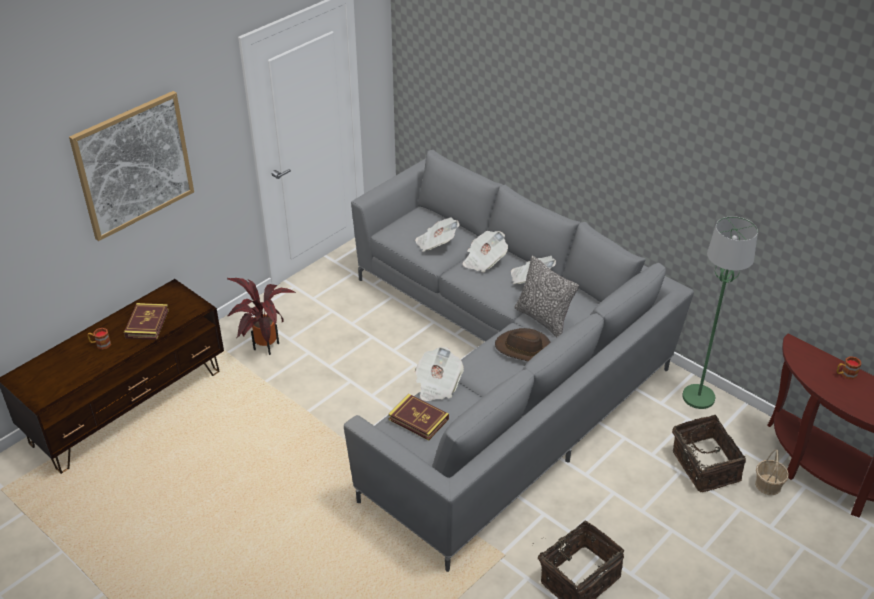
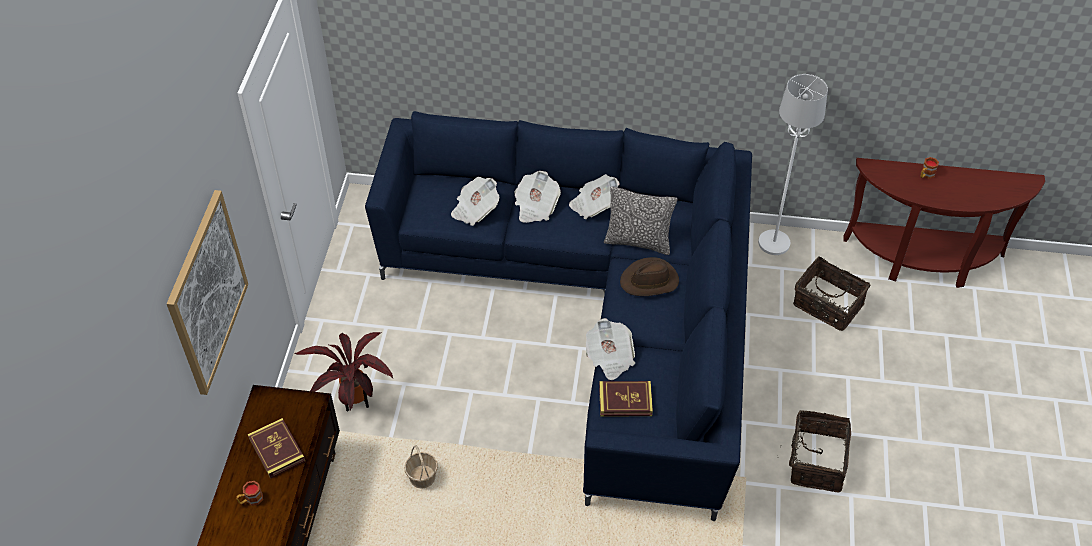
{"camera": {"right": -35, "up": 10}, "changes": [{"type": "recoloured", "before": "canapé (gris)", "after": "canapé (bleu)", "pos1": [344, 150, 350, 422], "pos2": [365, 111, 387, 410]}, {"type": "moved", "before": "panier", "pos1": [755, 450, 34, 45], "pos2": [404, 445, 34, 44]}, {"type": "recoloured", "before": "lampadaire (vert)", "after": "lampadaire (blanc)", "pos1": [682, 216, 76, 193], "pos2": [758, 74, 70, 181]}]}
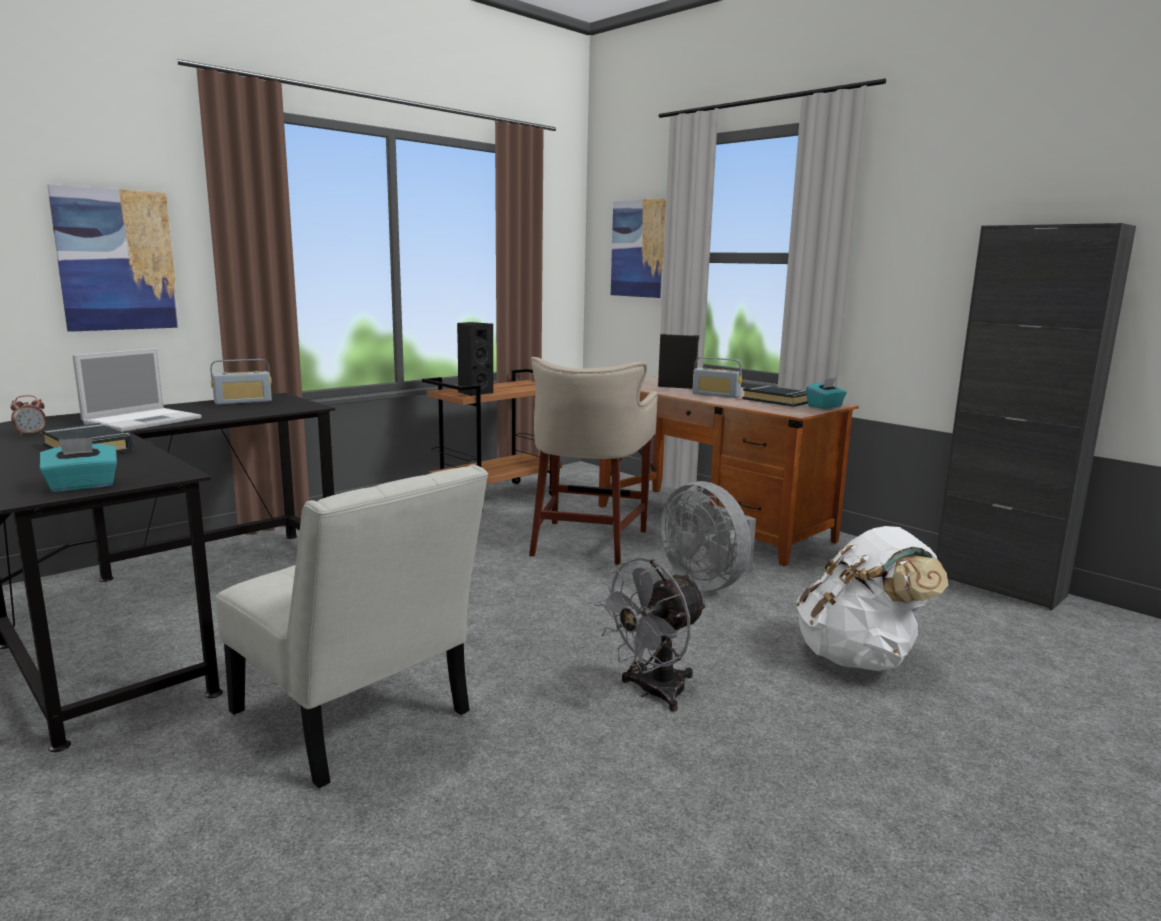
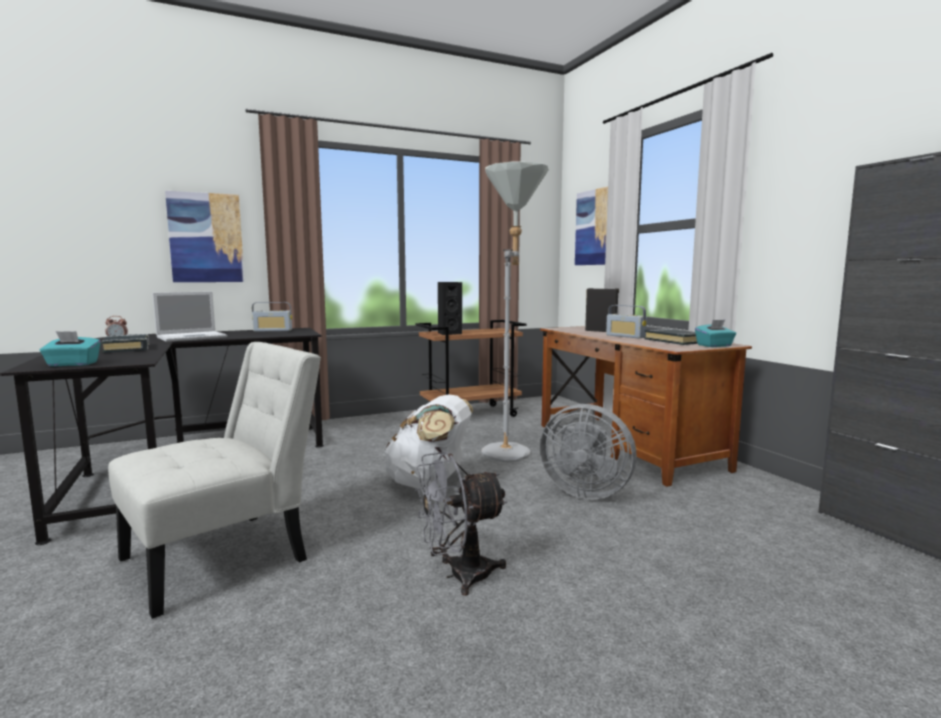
{"camera": {"right": 20, "up": -5}, "changes": [{"type": "turned", "before": "chaise (blanc)", "pos1": [216, 464, 272, 324], "pos2": [108, 342, 213, 277], "turn": -105}, {"type": "moved", "before": "sac à dos (blanc)", "pos1": [796, 526, 153, 145], "pos2": [383, 394, 90, 97]}, {"type": "replaced", "before": "tabouret (beige)", "after": "lampadaire (gris)", "pos1": [529, 357, 129, 208], "pos2": [481, 161, 68, 301]}, {"type": "turned", "before": "ventilateur (gris)", "pos1": [661, 481, 95, 110], "pos2": [540, 404, 97, 96], "turn": -45}]}
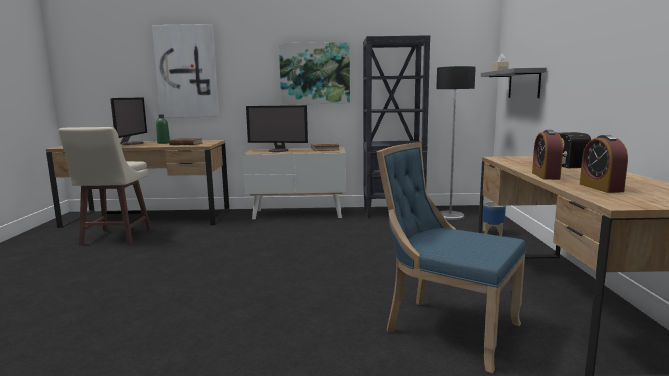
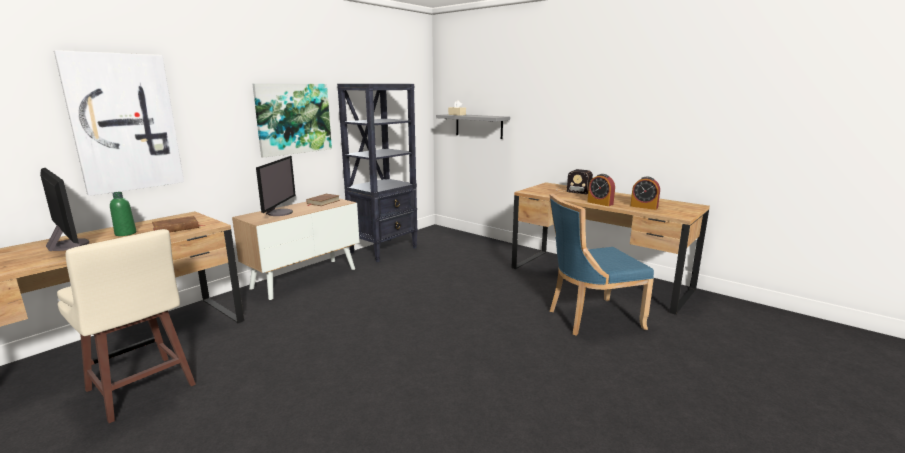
{"camera": {"right": -50, "up": 5}, "changes": [{"type": "turned", "before": "écran d'ordinateur", "pos1": [246, 105, 62, 47], "pos2": [256, 156, 40, 60], "turn": -45}, {"type": "removed", "before": "lampadaire", "pos1": [436, 66, 40, 154]}, {"type": "removed", "before": "cache-pot", "pos1": [482, 202, 24, 34]}]}
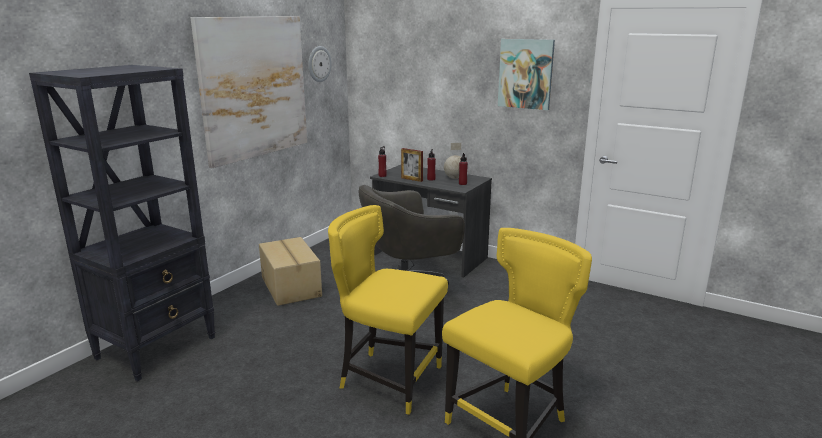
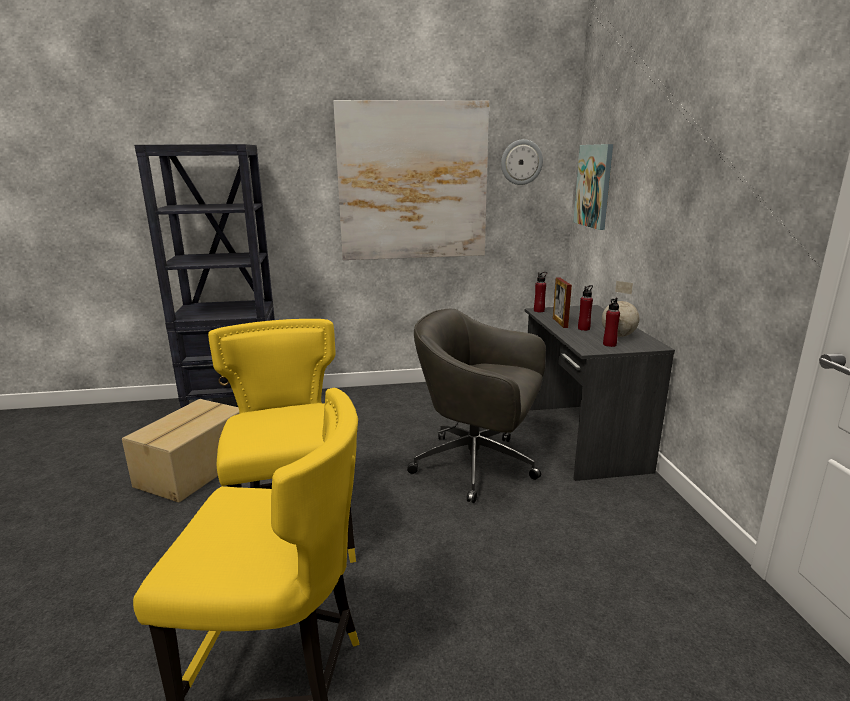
{"camera": {"right": 50, "up": 0}, "changes": [{"type": "moved", "before": "carton", "pos1": [259, 237, 63, 69], "pos2": [122, 399, 117, 104]}, {"type": "moved", "before": "tableau", "pos1": [498, 39, 57, 71], "pos2": [573, 144, 40, 86]}]}
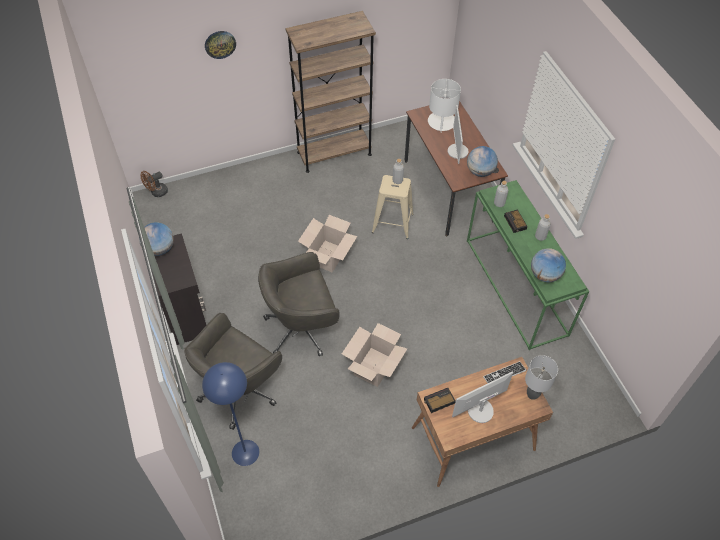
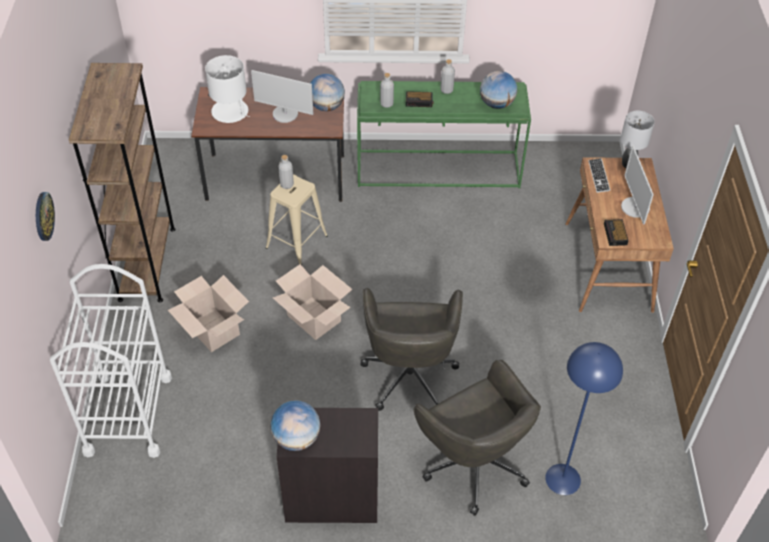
{"camera": {"right": -70, "up": -5}, "changes": [{"type": "added", "after": "chariot (blanc)", "pos2": [50, 264, 122, 194]}, {"type": "moved", "before": "carton", "pos1": [342, 323, 65, 64], "pos2": [168, 275, 81, 77]}, {"type": "removed", "before": "ventilateur (marron)", "pos1": [141, 171, 27, 26]}]}
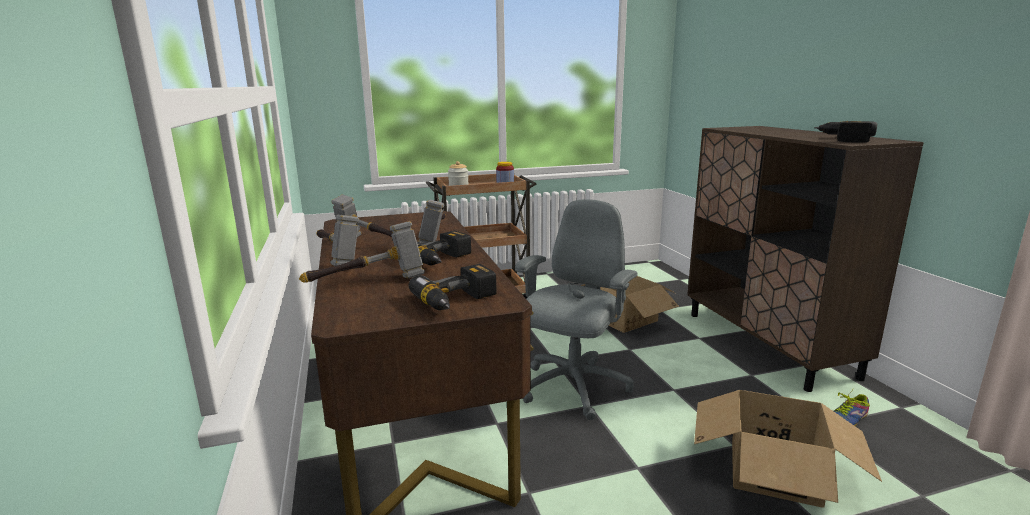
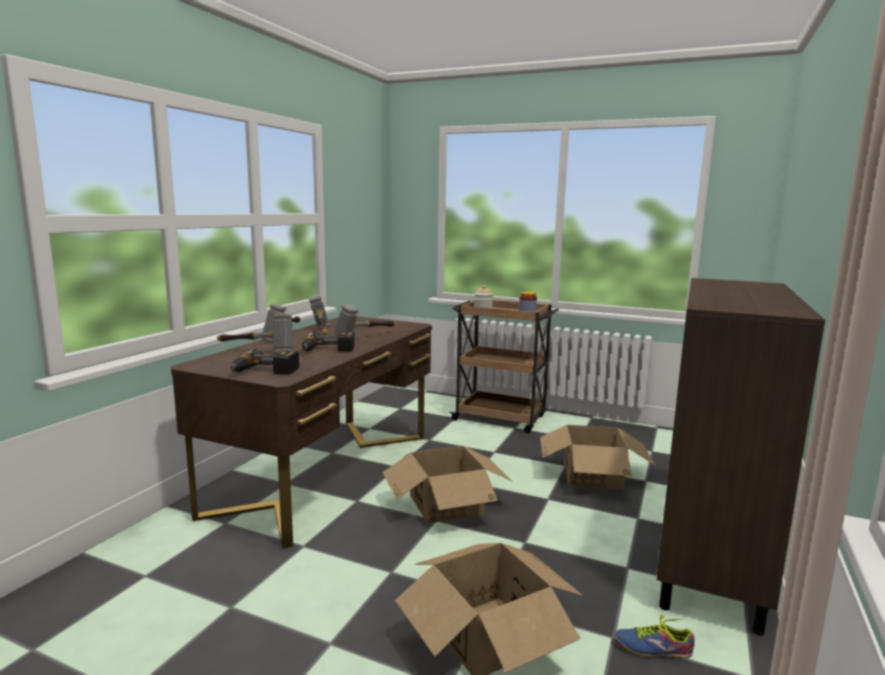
{"camera": {"right": 40, "up": -5}, "changes": [{"type": "replaced", "before": "chaise de bureau (gris)", "after": "carton", "pos1": [515, 199, 123, 221], "pos2": [382, 446, 131, 78]}, {"type": "removed", "before": "perceuse", "pos1": [814, 121, 63, 22]}]}
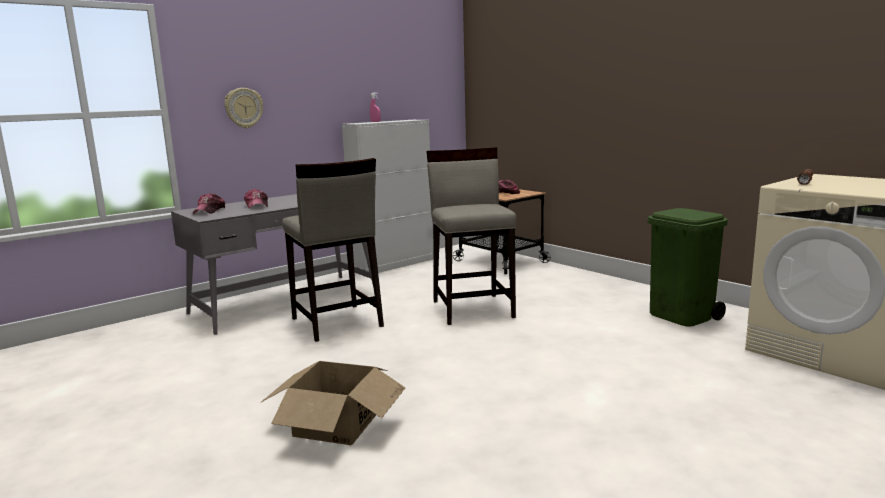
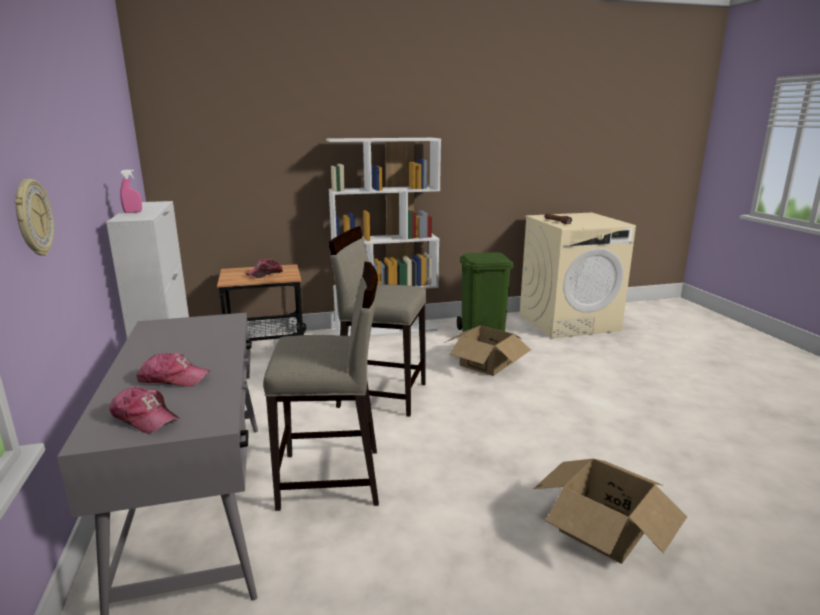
{"camera": {"right": -65, "up": 5}, "changes": [{"type": "added", "after": "bibliothèque (blanc)", "pos2": [326, 138, 115, 199]}, {"type": "added", "after": "carton", "pos2": [444, 326, 87, 50]}]}
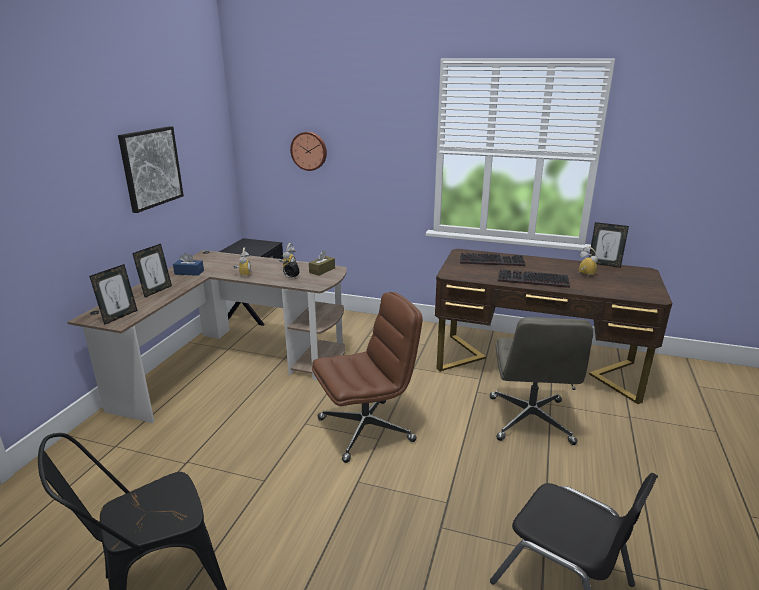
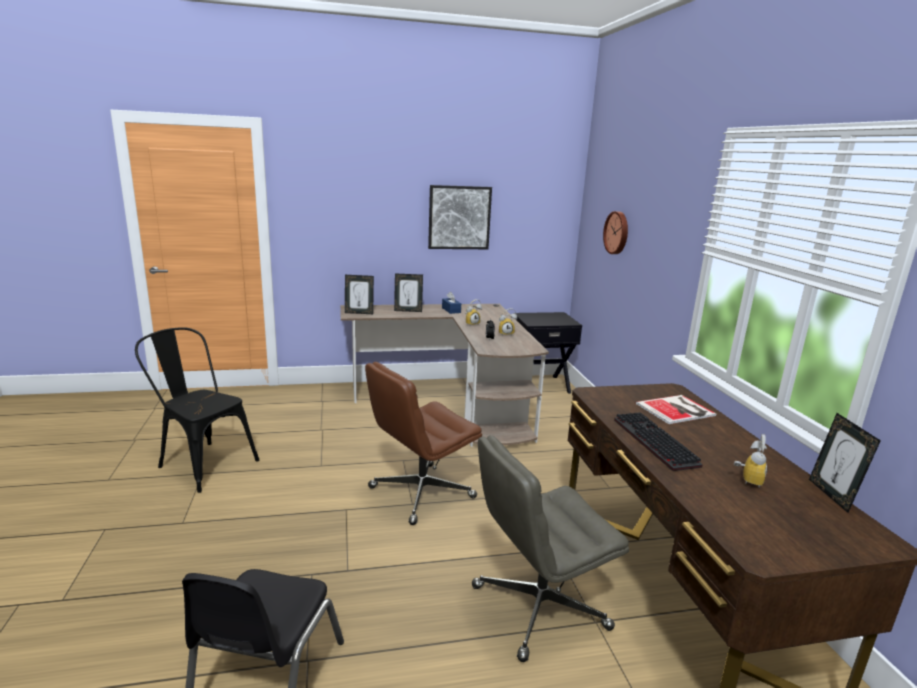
{"camera": {"right": 60, "up": -5}, "changes": [{"type": "turned", "before": "chaise de bureau (marron)", "pos1": [312, 292, 111, 171], "pos2": [365, 362, 117, 163], "turn": 105}, {"type": "replaced", "before": "clavier", "after": "livre", "pos1": [460, 253, 65, 13], "pos2": [636, 395, 80, 29]}, {"type": "removed", "before": "boîte à mouchoirs (marron)", "pos1": [309, 250, 26, 26]}]}
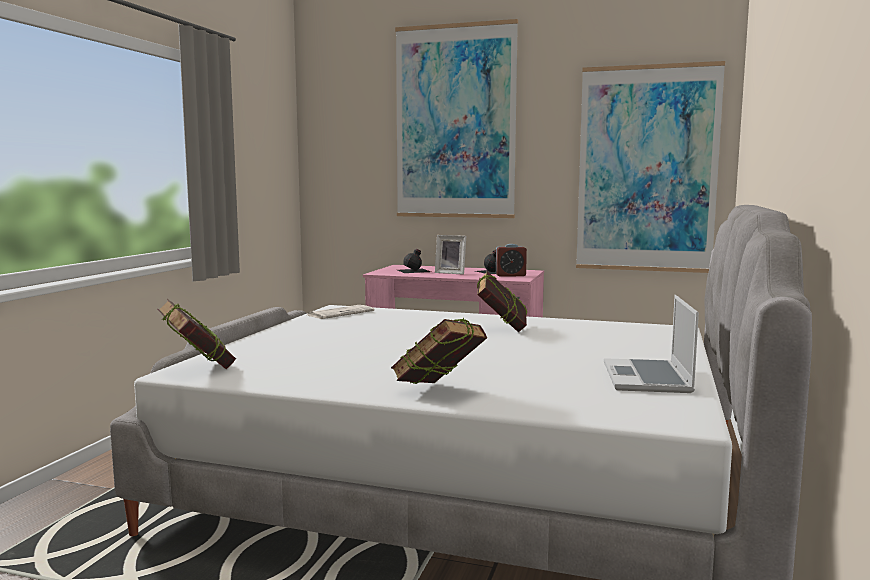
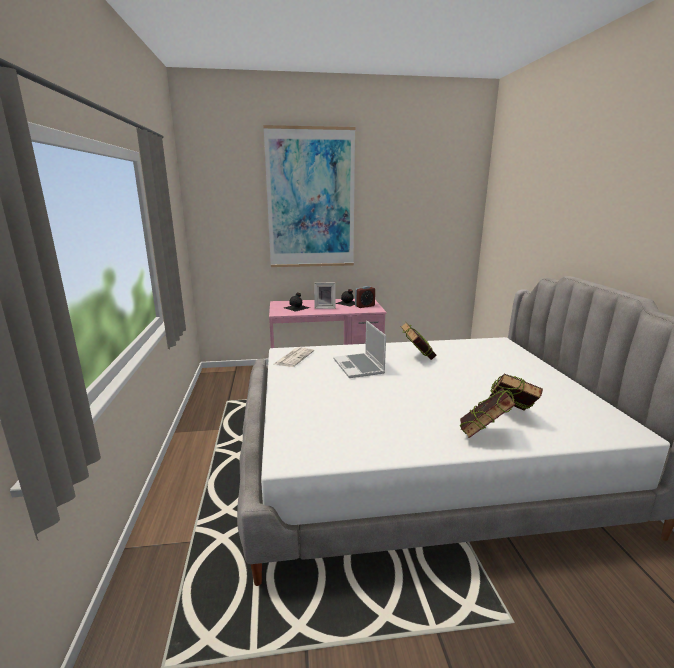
{"camera": {"right": -25, "up": 10}, "changes": [{"type": "moved", "before": "ordinateur portable", "pos1": [604, 295, 95, 98], "pos2": [333, 321, 53, 57]}, {"type": "moved", "before": "livre", "pos1": [157, 299, 79, 70], "pos2": [490, 374, 53, 36]}, {"type": "removed", "before": "tableau", "pos1": [576, 61, 149, 212]}]}
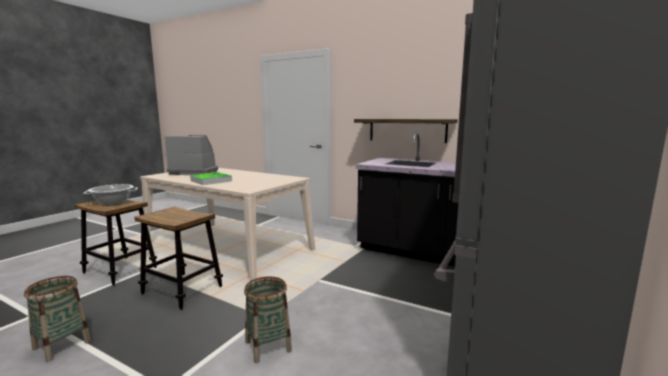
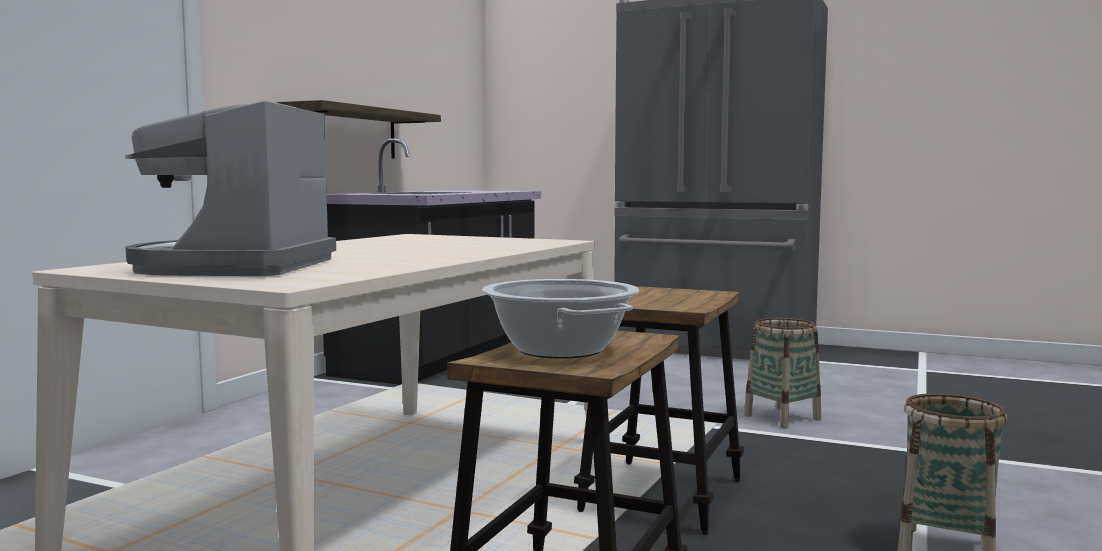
{"camera": {"right": -95, "up": -5}, "changes": [{"type": "removed", "before": "plateau", "pos1": [190, 172, 42, 13]}]}
